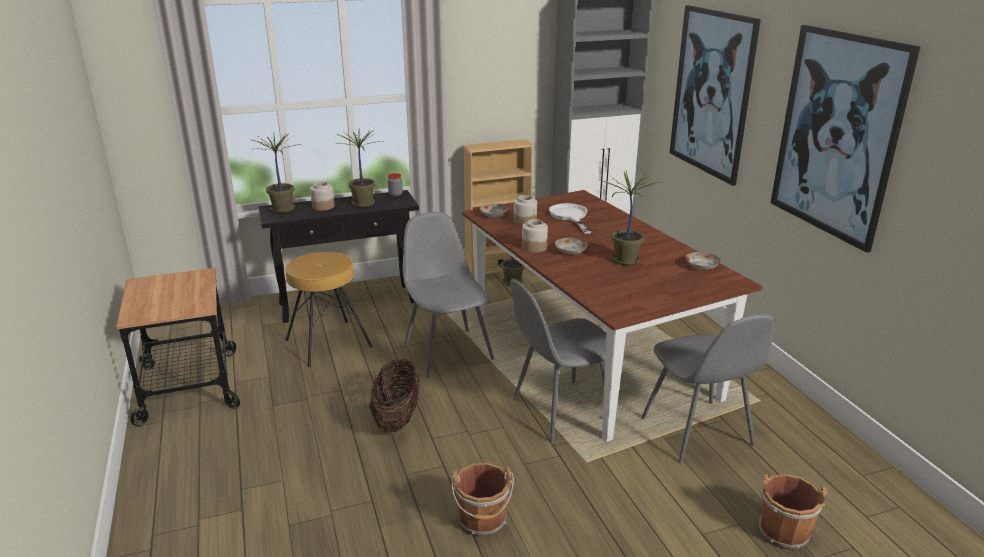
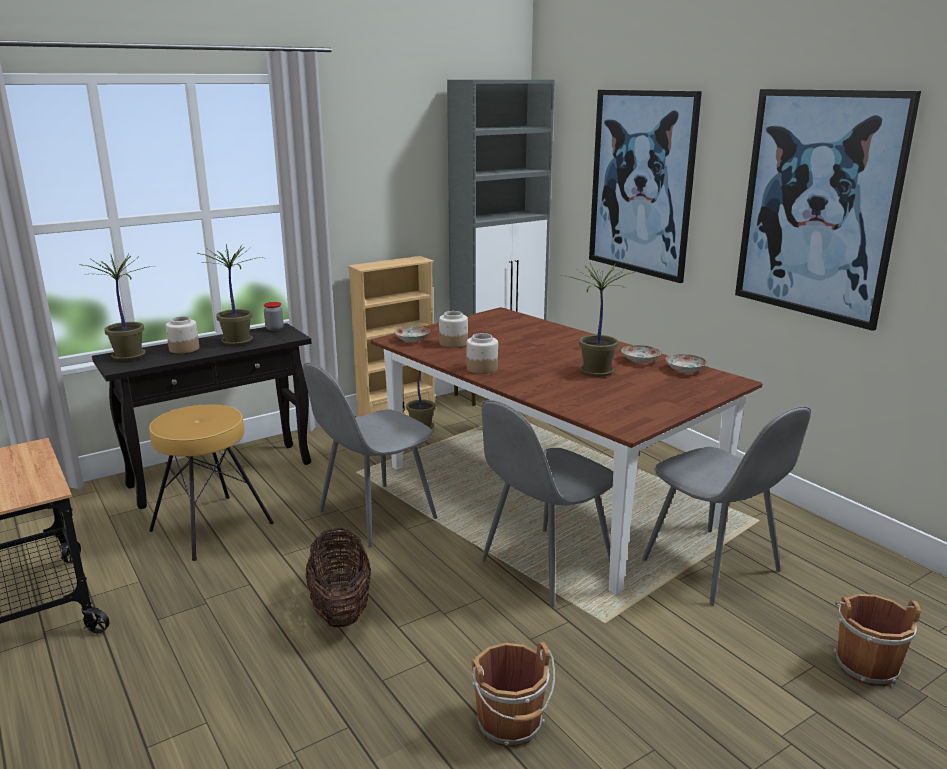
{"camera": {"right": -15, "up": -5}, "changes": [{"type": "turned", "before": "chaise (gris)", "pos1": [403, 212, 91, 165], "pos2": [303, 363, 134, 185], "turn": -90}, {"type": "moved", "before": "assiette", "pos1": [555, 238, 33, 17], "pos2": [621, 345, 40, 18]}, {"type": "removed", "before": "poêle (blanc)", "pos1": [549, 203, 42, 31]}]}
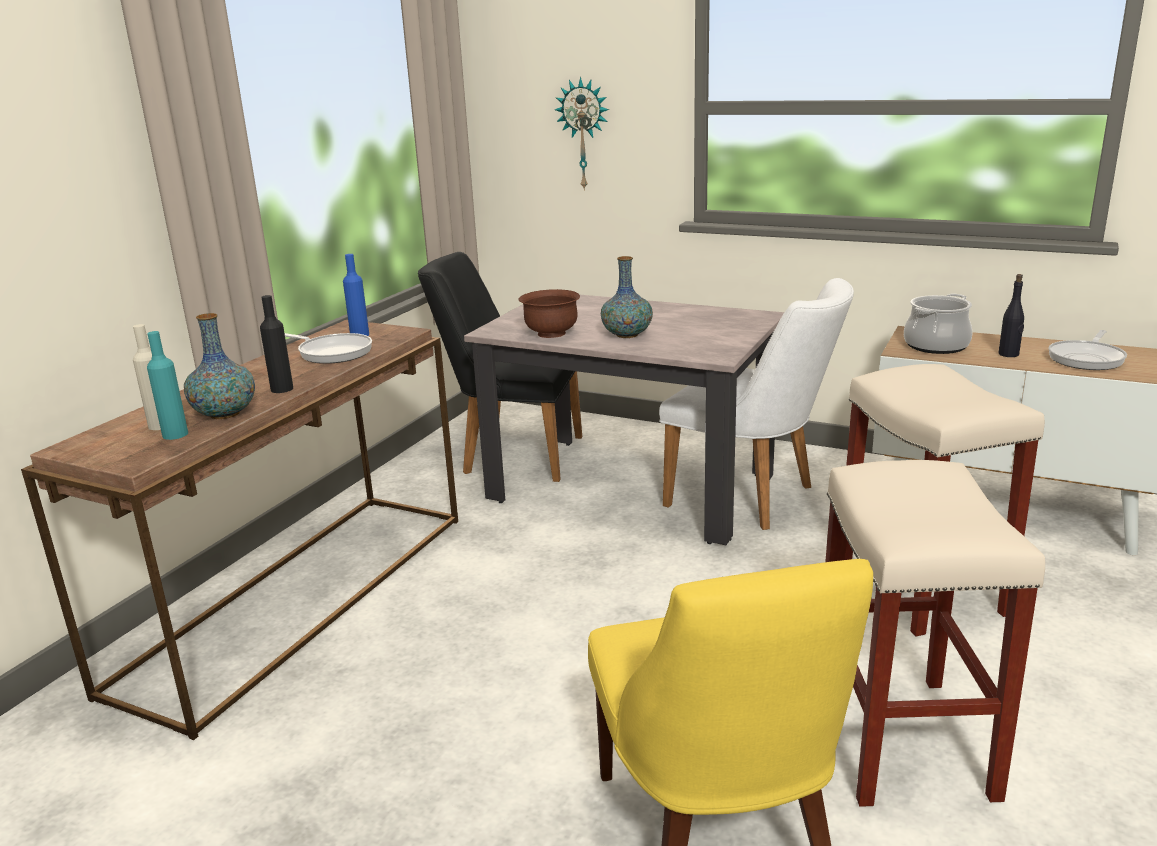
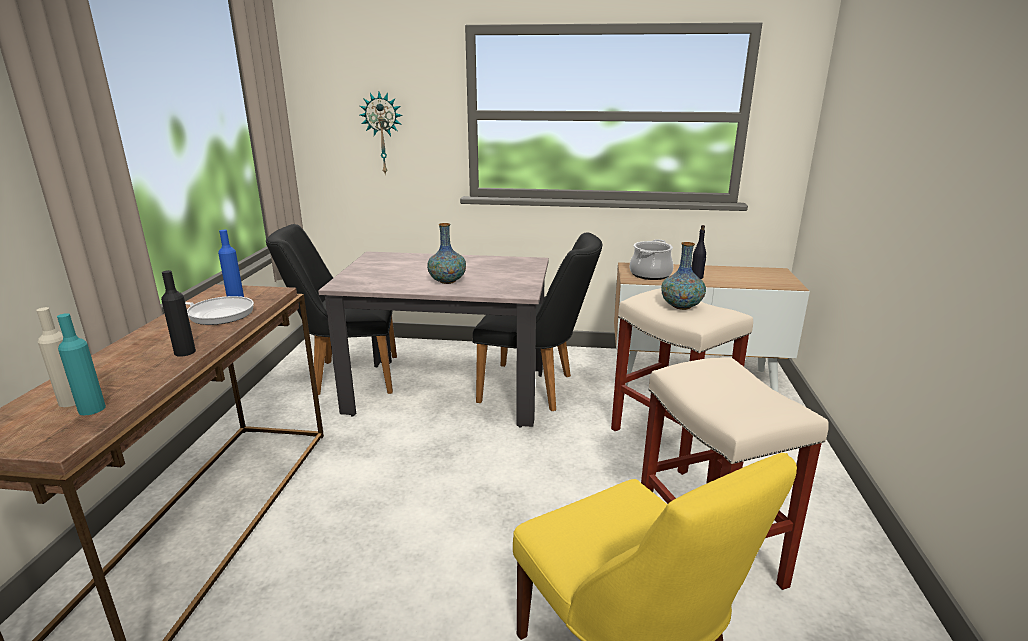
{"camera": {"right": -20, "up": 0}, "changes": [{"type": "recoloured", "before": "chaise (blanc)", "after": "chaise (noir)", "pos1": [659, 278, 195, 252], "pos2": [473, 232, 129, 179]}, {"type": "moved", "before": "vase", "pos1": [184, 313, 71, 106], "pos2": [661, 242, 45, 68]}, {"type": "removed", "before": "bol (marron)", "pos1": [518, 289, 62, 49]}, {"type": "removed", "before": "poêle", "pos1": [1048, 330, 79, 40]}]}
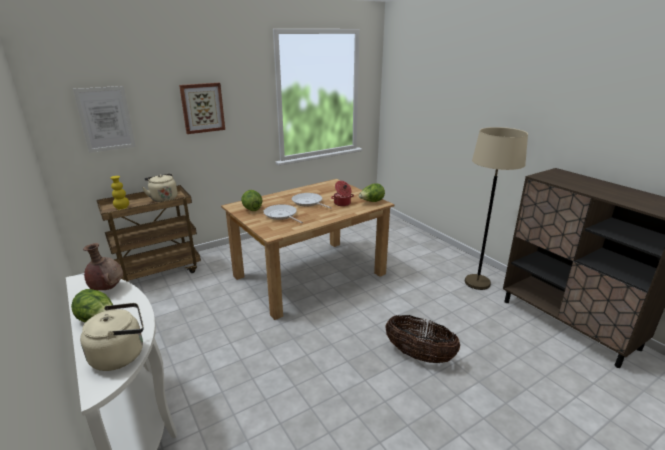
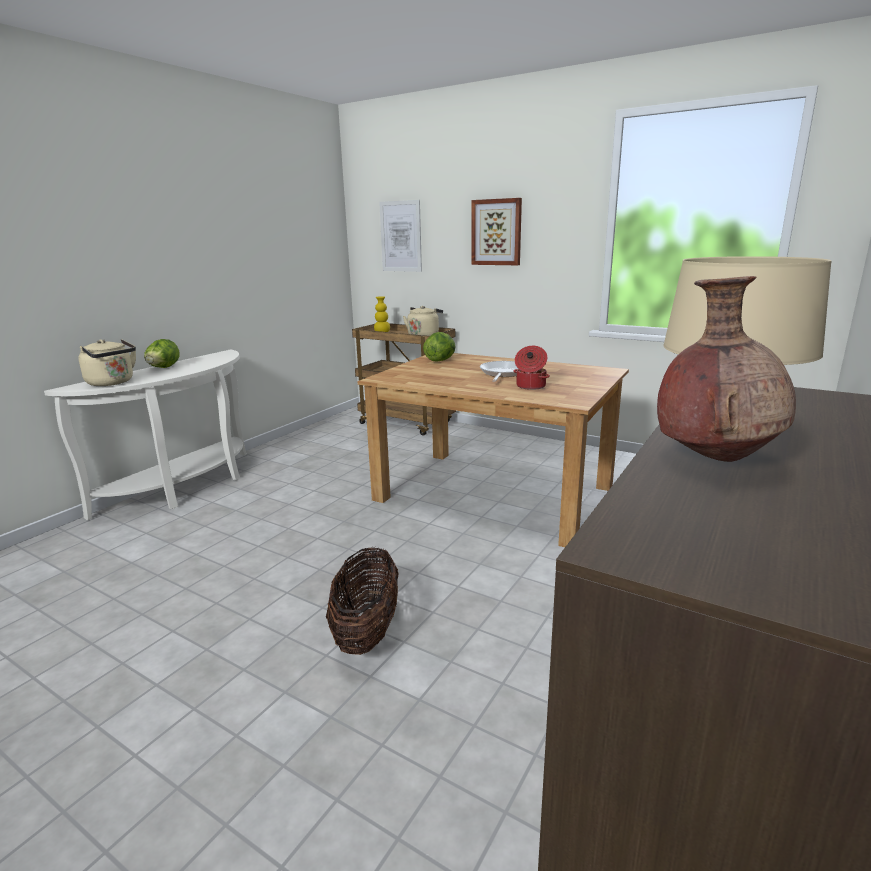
{"camera": {"right": 65, "up": -5}, "changes": [{"type": "moved", "before": "vase (marron)", "pos1": [83, 243, 40, 47], "pos2": [657, 276, 139, 186]}, {"type": "removed", "before": "poêle", "pos1": [263, 204, 40, 19]}, {"type": "removed", "before": "laitue", "pos1": [359, 183, 26, 19]}]}
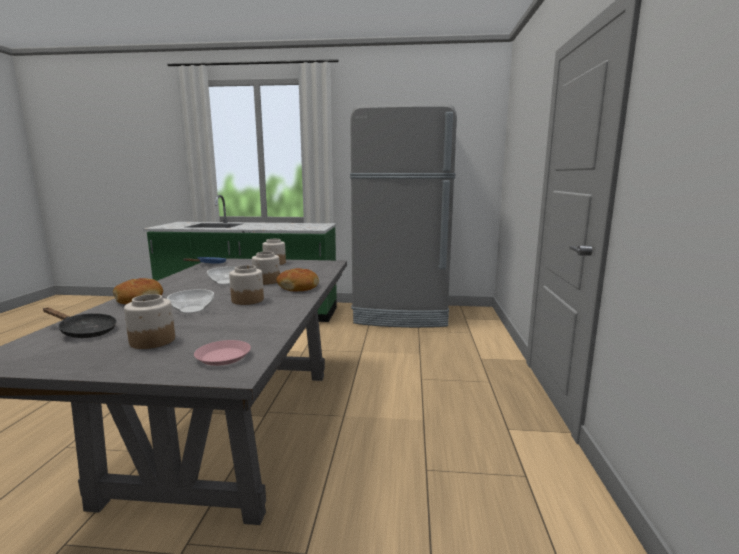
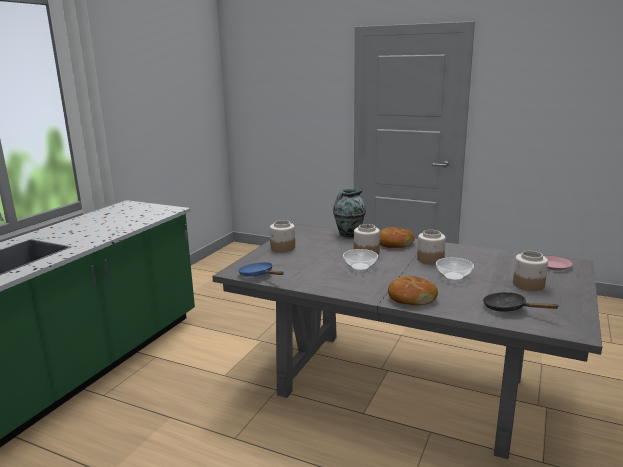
{"camera": {"right": -70, "up": 5}, "changes": [{"type": "added", "after": "vase", "pos2": [333, 189, 33, 49]}, {"type": "turned", "before": "poêle (noir)", "pos1": [43, 308, 74, 30], "pos2": [483, 292, 75, 20], "turn": -90}, {"type": "removed", "before": "réfrigérateur (gris)", "pos1": [350, 103, 107, 225]}]}
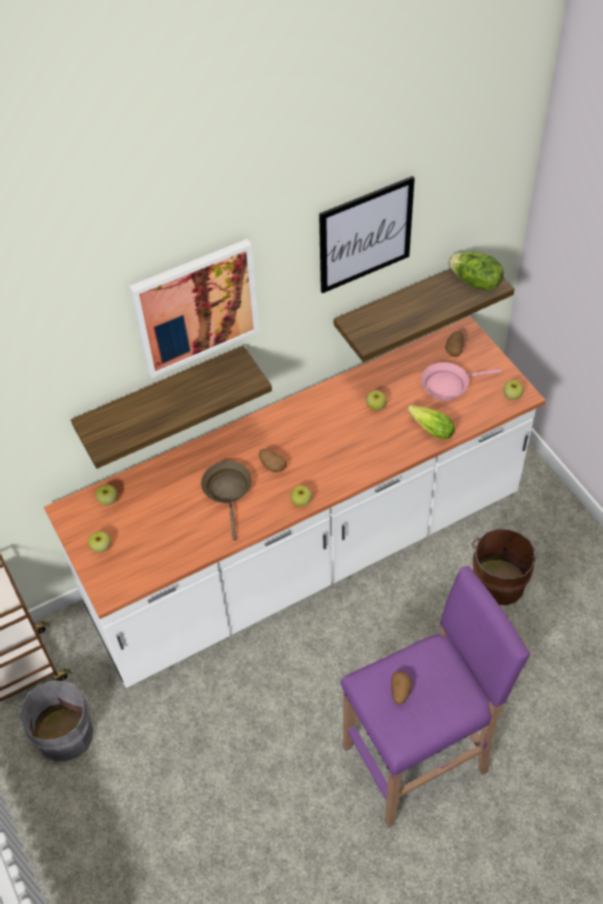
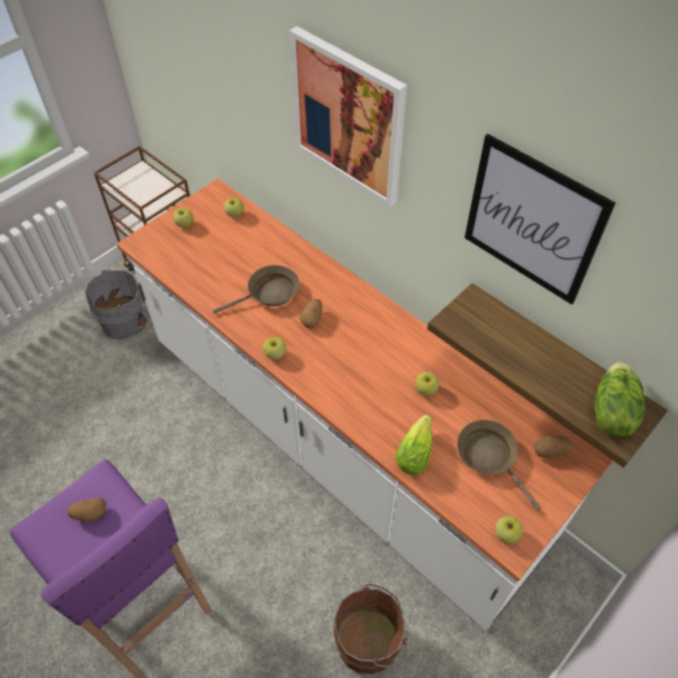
{"camera": {"right": 70, "up": 0}, "changes": [{"type": "recoloured", "before": "poêle (rose)", "after": "poêle (marron)", "pos1": [421, 362, 80, 39], "pos2": [457, 420, 84, 91]}, {"type": "removed", "before": "étagère", "pos1": [71, 346, 201, 123]}]}
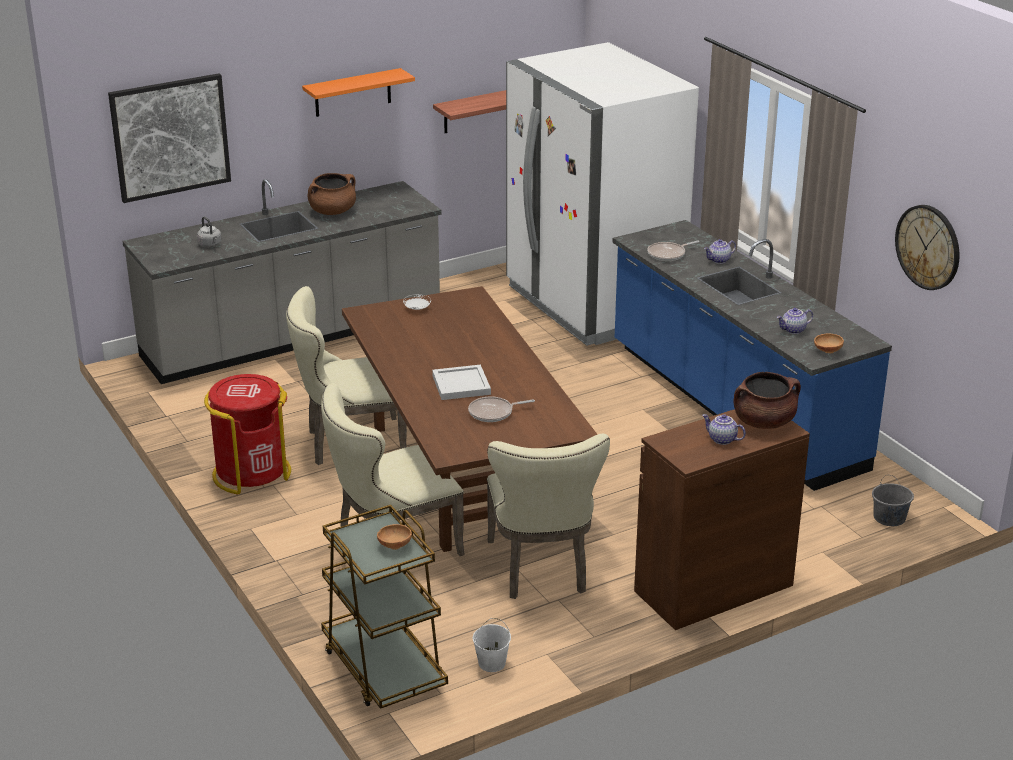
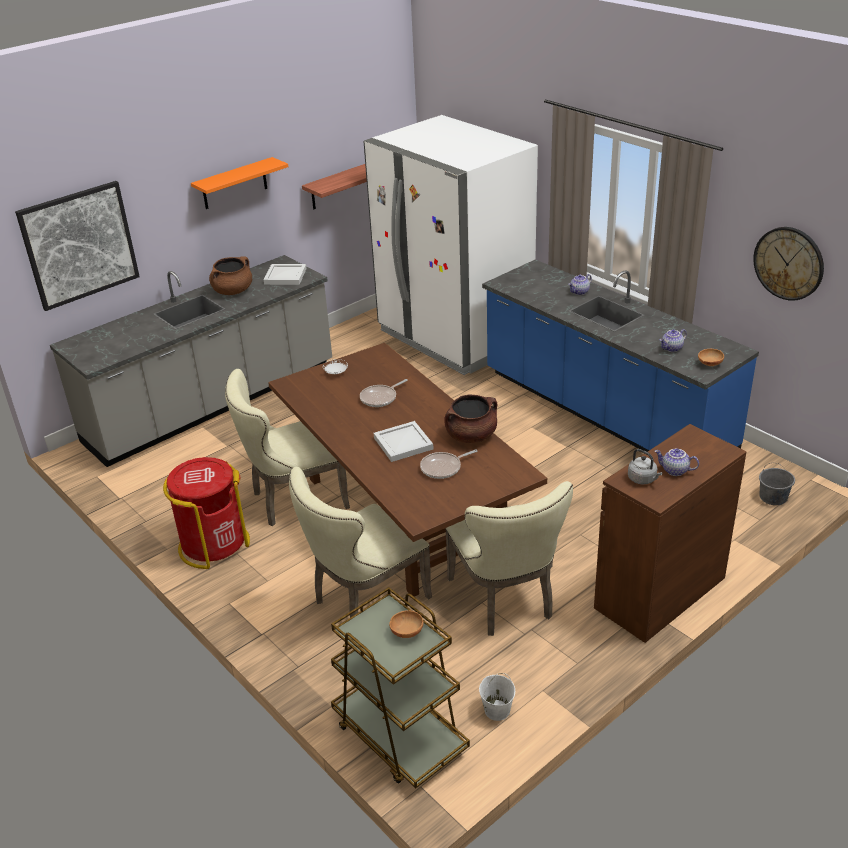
{"camera": {"right": -10, "up": 5}, "changes": [{"type": "added", "after": "plateau (blanc)", "pos2": [264, 264, 42, 21]}, {"type": "moved", "before": "poêle", "pos1": [647, 240, 52, 21], "pos2": [360, 379, 48, 28]}, {"type": "moved", "before": "marmite (marron)", "pos1": [733, 372, 68, 57], "pos2": [444, 395, 54, 48]}, {"type": "moved", "before": "bouilloire (gris)", "pos1": [197, 217, 24, 30], "pos2": [628, 449, 34, 35]}]}
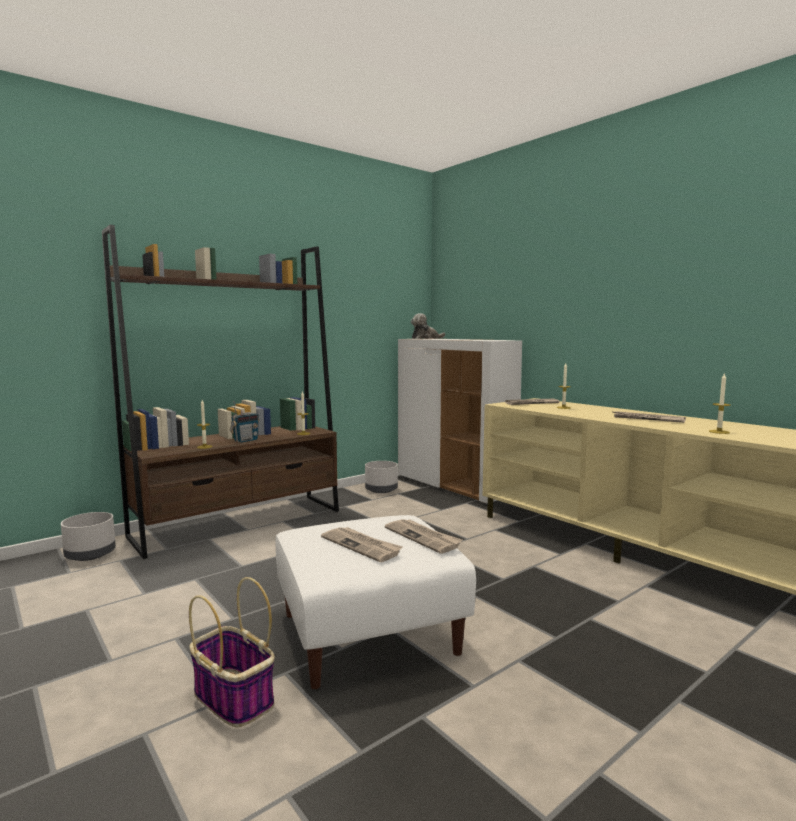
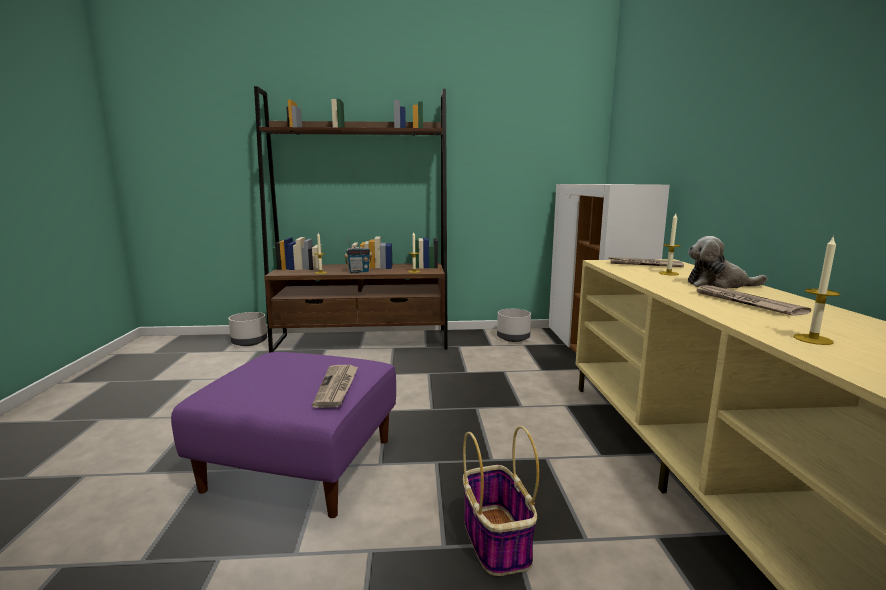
{"camera": {"right": 35, "up": 5}, "changes": [{"type": "recoloured", "before": "pouf (blanc)", "after": "pouf (violet)", "pos1": [276, 515, 200, 174], "pos2": [171, 352, 225, 166]}, {"type": "moved", "before": "panier", "pos1": [189, 577, 86, 151], "pos2": [463, 426, 76, 150]}, {"type": "moved", "before": "peluche", "pos1": [411, 313, 34, 26], "pos2": [688, 236, 79, 53]}, {"type": "removed", "before": "journal", "pos1": [321, 527, 82, 35]}]}
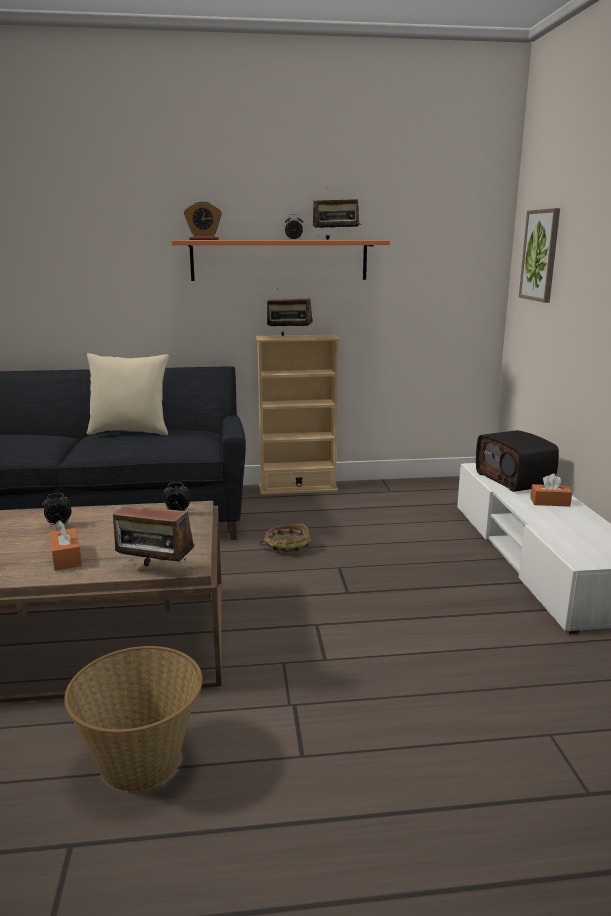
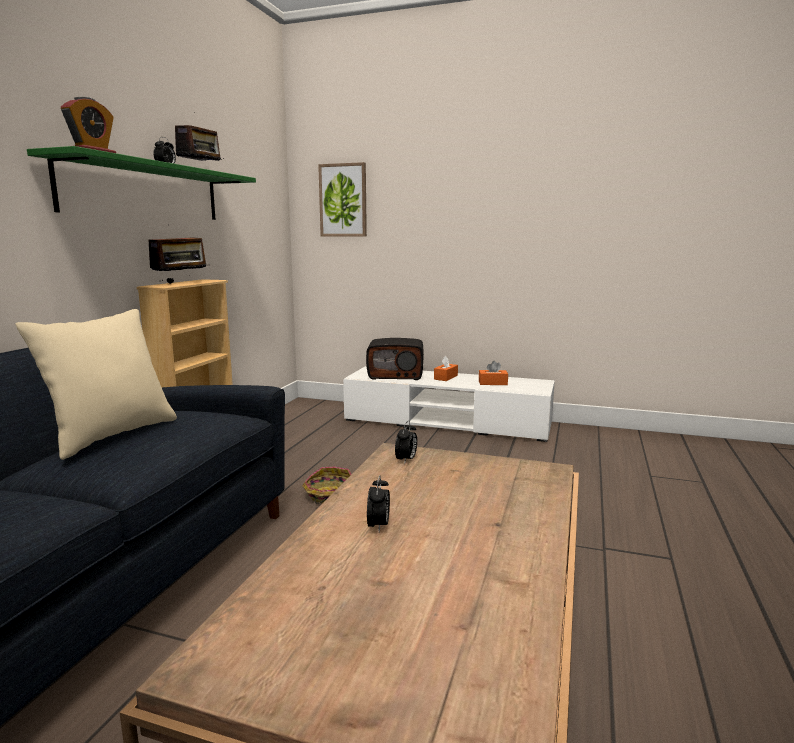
{"camera": {"right": -65, "up": -5}, "changes": [{"type": "recoloured", "before": "étagère (orange)", "after": "étagère (vert)", "pos1": [171, 240, 219, 41], "pos2": [27, 146, 229, 74]}, {"type": "moved", "before": "boîte à mouchoirs (orange)", "pos1": [49, 520, 33, 51], "pos2": [479, 361, 29, 24]}, {"type": "removed", "before": "panier", "pos1": [64, 646, 139, 147]}, {"type": "removed", "before": "radio", "pos1": [113, 496, 81, 70]}]}
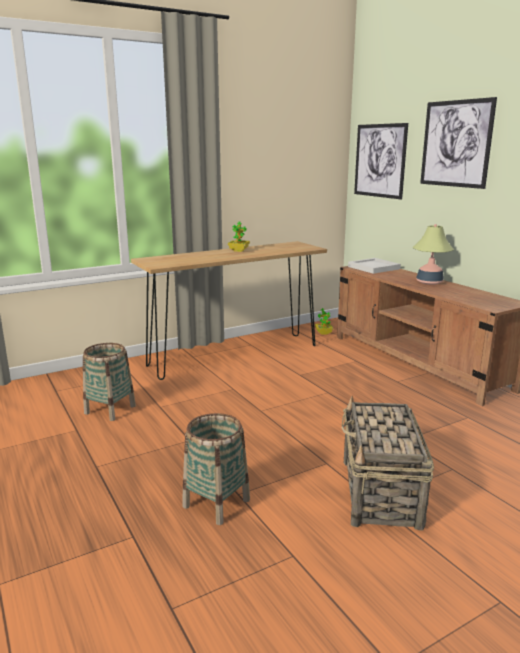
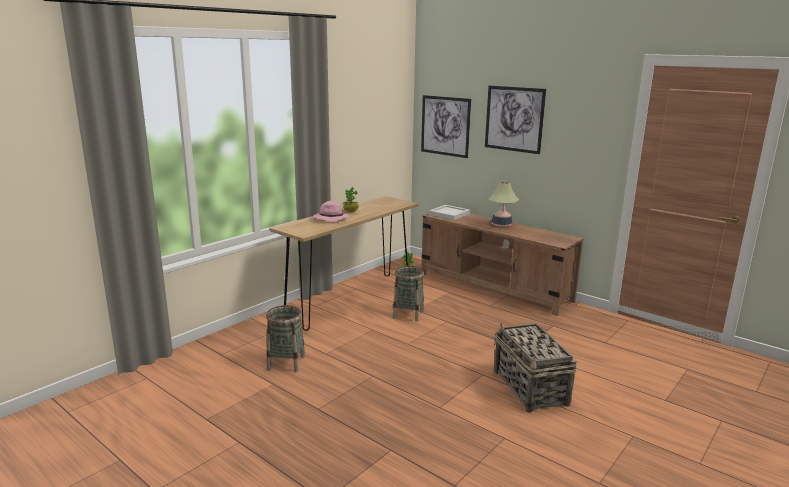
{"camera": {"right": -20, "up": 0}, "changes": [{"type": "added", "after": "chapeau (rose)", "pos2": [313, 201, 37, 21]}, {"type": "moved", "before": "panier", "pos1": [182, 413, 68, 112], "pos2": [392, 266, 32, 56]}]}
